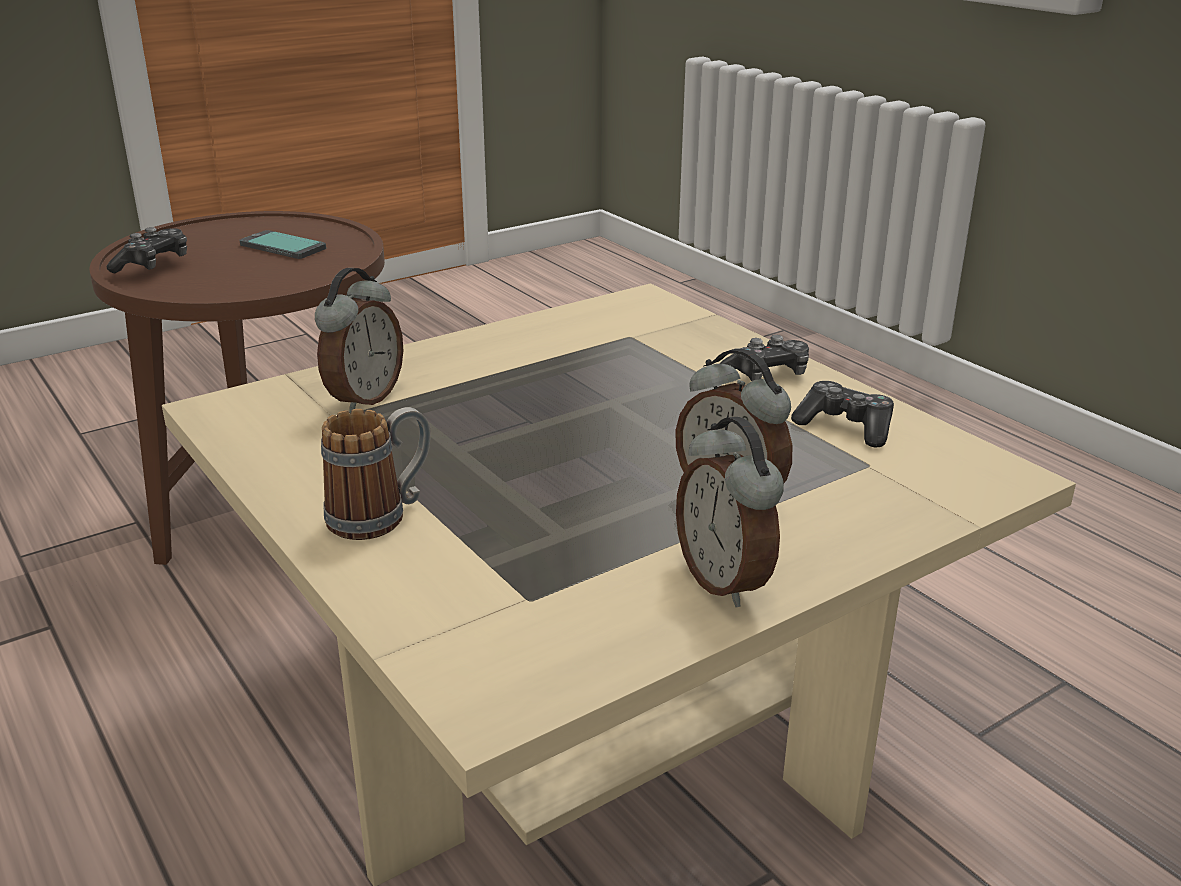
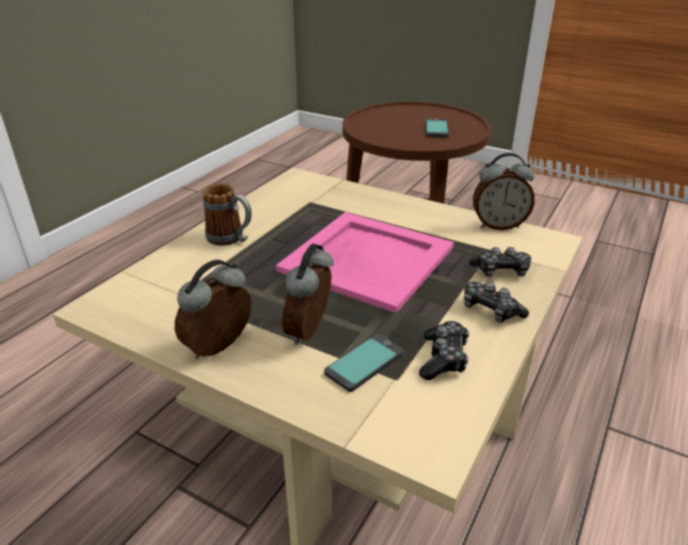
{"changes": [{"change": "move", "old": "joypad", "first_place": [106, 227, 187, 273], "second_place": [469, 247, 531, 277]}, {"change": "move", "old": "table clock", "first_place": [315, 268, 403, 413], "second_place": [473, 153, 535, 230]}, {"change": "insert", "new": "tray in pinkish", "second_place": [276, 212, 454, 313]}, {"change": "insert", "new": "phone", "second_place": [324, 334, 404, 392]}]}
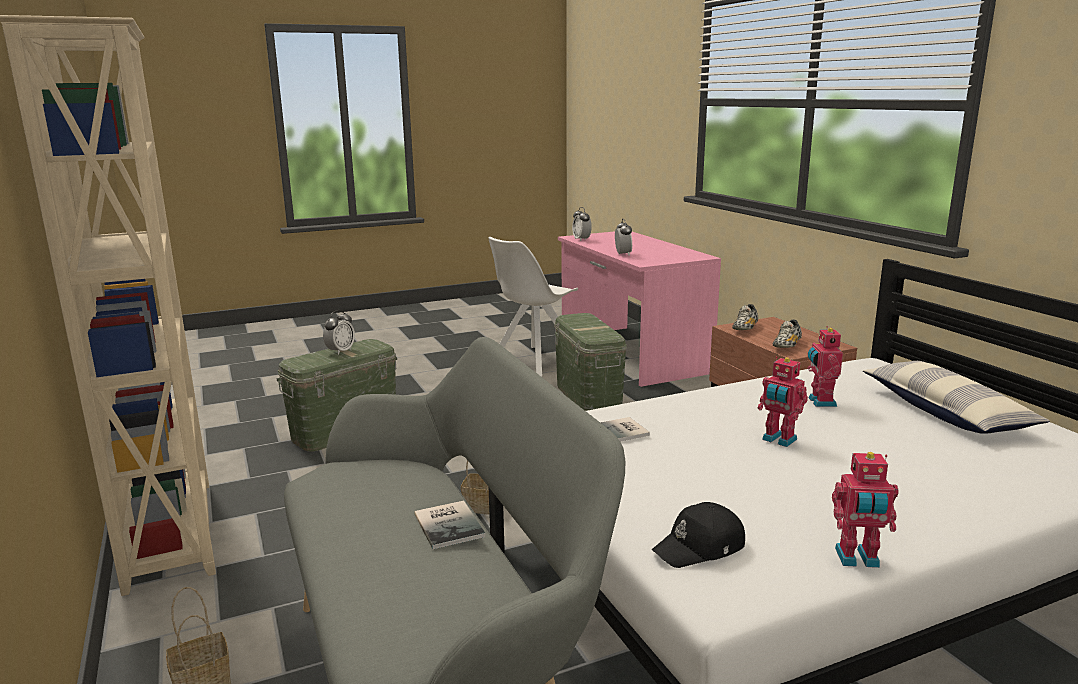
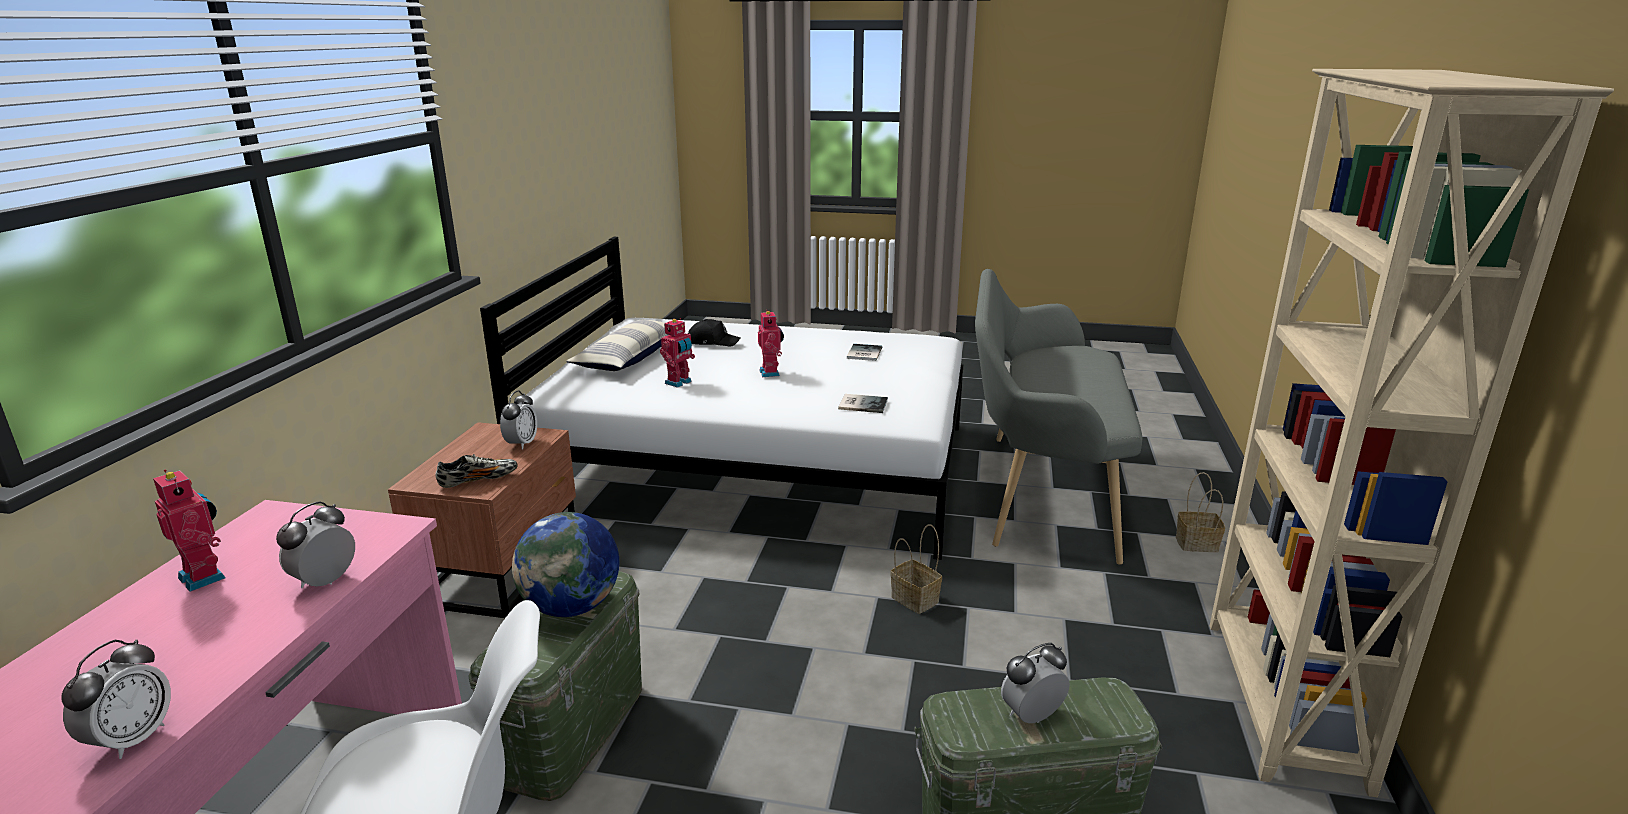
{"changes": [{"change": "replace", "old": "shoe", "new": "table clock", "first_place": [773, 320, 802, 348], "second_place": [500, 391, 537, 449]}, {"change": "move", "old": "model robot", "first_place": [832, 452, 898, 568], "second_place": [153, 469, 226, 592]}, {"change": "move", "old": "volume", "first_place": [414, 501, 485, 549], "second_place": [847, 344, 882, 361]}, {"change": "move", "old": "cap in black", "first_place": [652, 502, 745, 568], "second_place": [688, 319, 740, 347]}, {"change": "insert", "new": "desk globe", "second_place": [512, 512, 619, 617]}]}
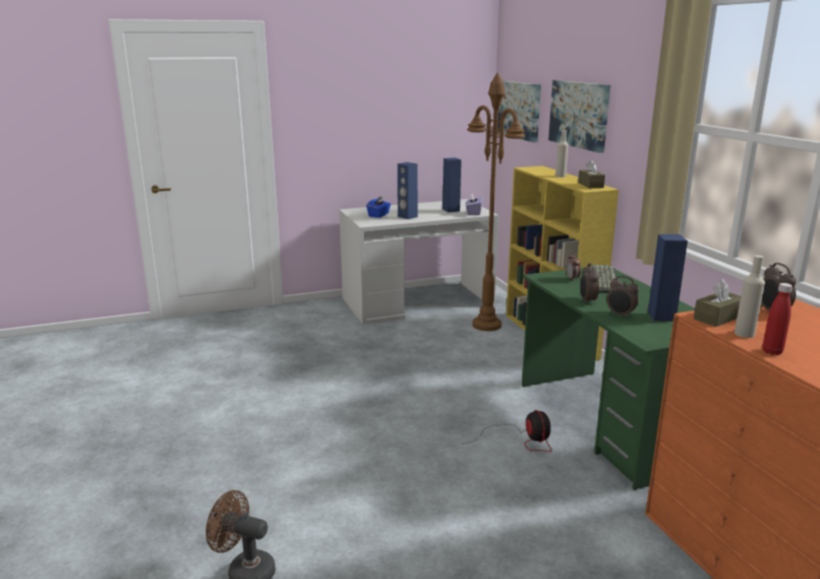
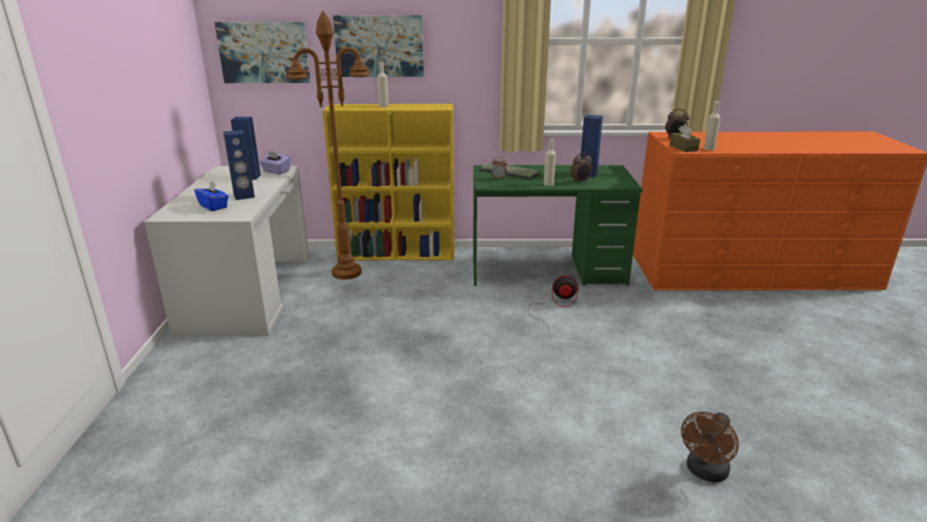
{"changes": [{"change": "delete", "old": "tissue box in brownish", "first_place": [578, 160, 605, 188]}, {"change": "replace", "old": "table clock", "new": "bottle in sand-coloured", "first_place": [580, 263, 599, 304], "second_place": [544, 139, 556, 186]}, {"change": "delete", "old": "bottle in red-coloured", "first_place": [763, 283, 792, 355]}]}
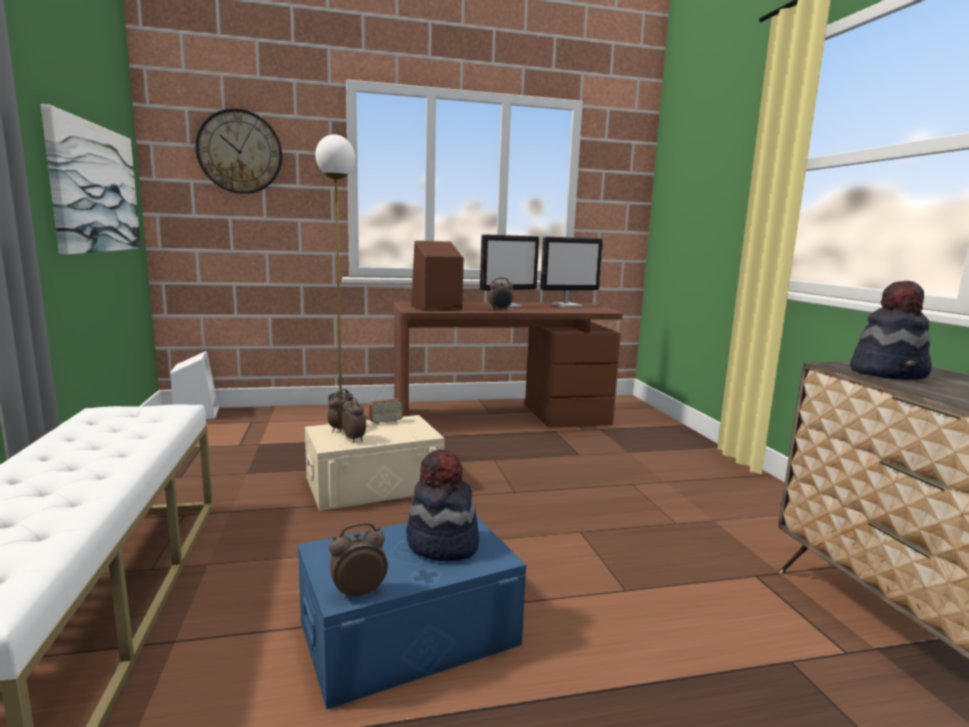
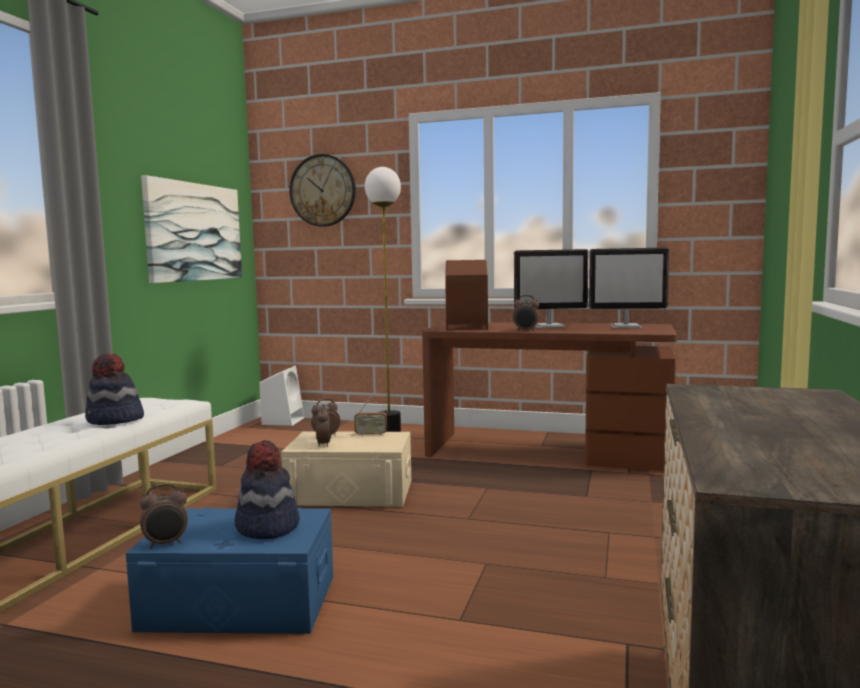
{"changes": [{"change": "move", "old": "clothing hat", "first_place": [850, 281, 932, 380], "second_place": [85, 354, 144, 425]}, {"change": "rotate", "old": "table clock", "first_place": [329, 522, 388, 600], "second_place": [140, 484, 188, 548], "degrees": 150}]}
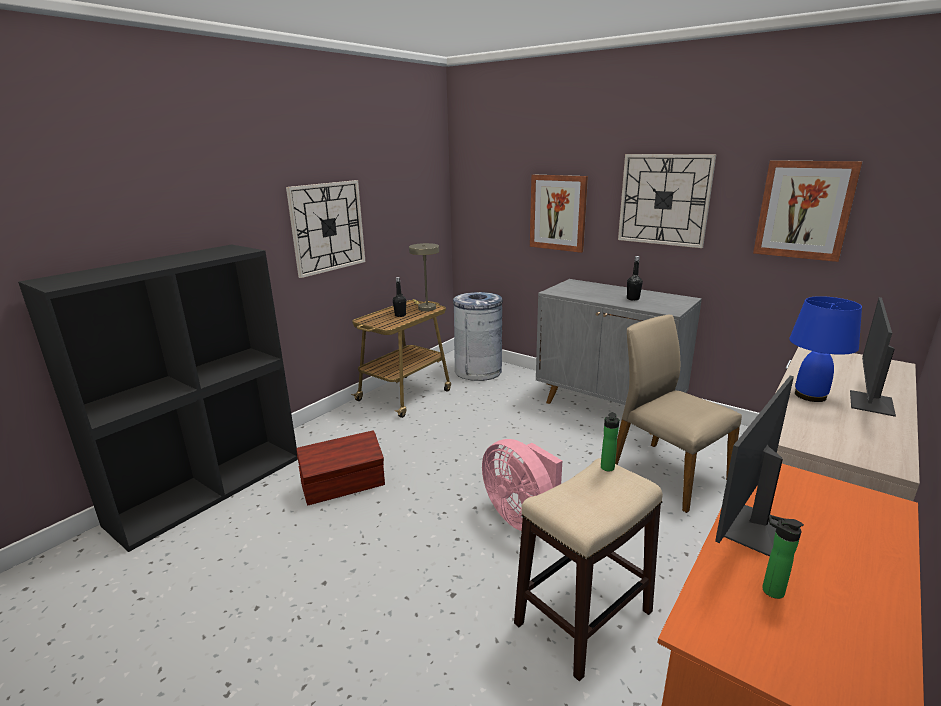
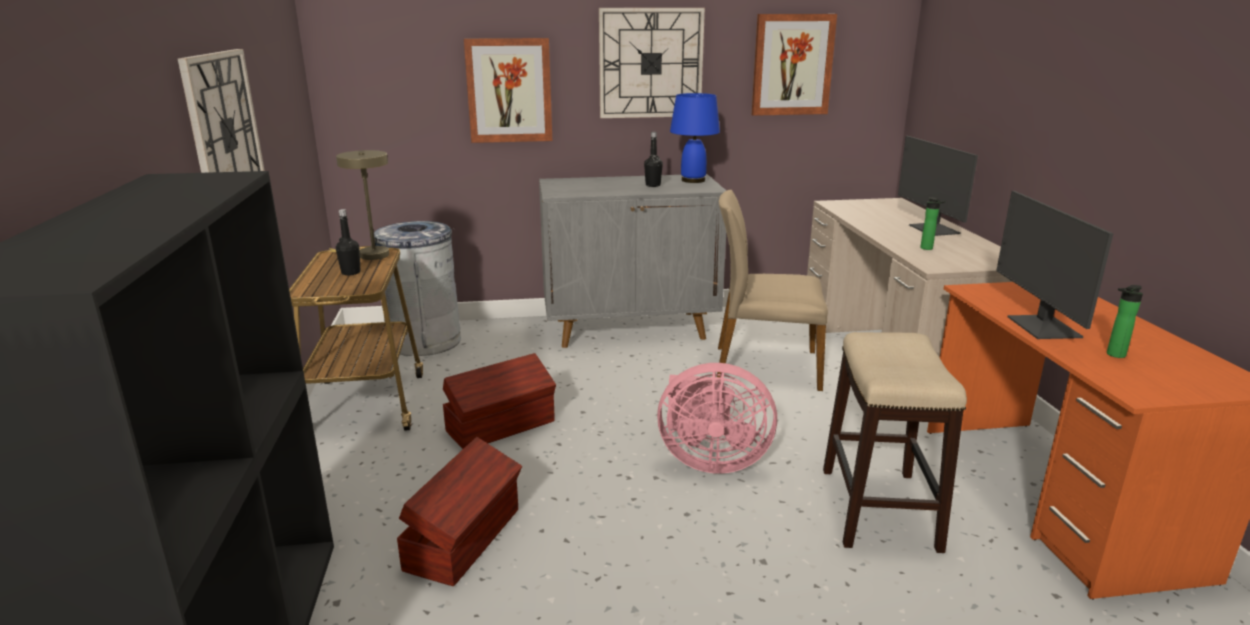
{"changes": [{"change": "move", "old": "table lamp in bluish", "first_place": [789, 296, 862, 402], "second_place": [670, 93, 720, 183]}, {"change": "move", "old": "bottle", "first_place": [601, 412, 619, 471], "second_place": [920, 197, 945, 250]}, {"change": "insert", "new": "storage box in brownish", "second_place": [443, 353, 556, 449]}]}
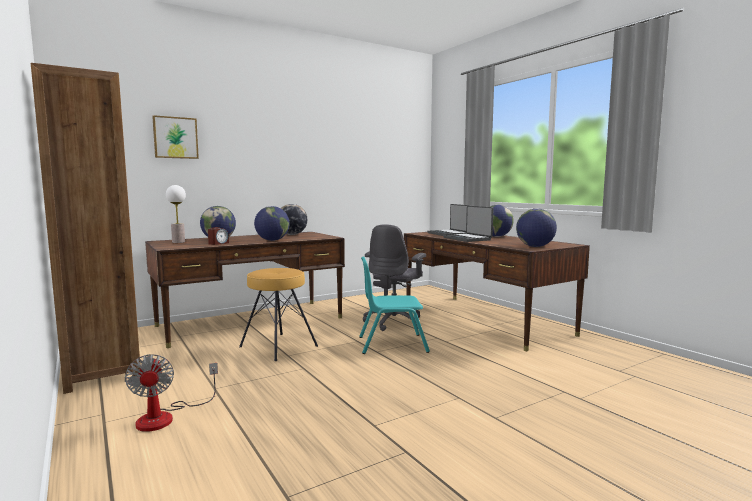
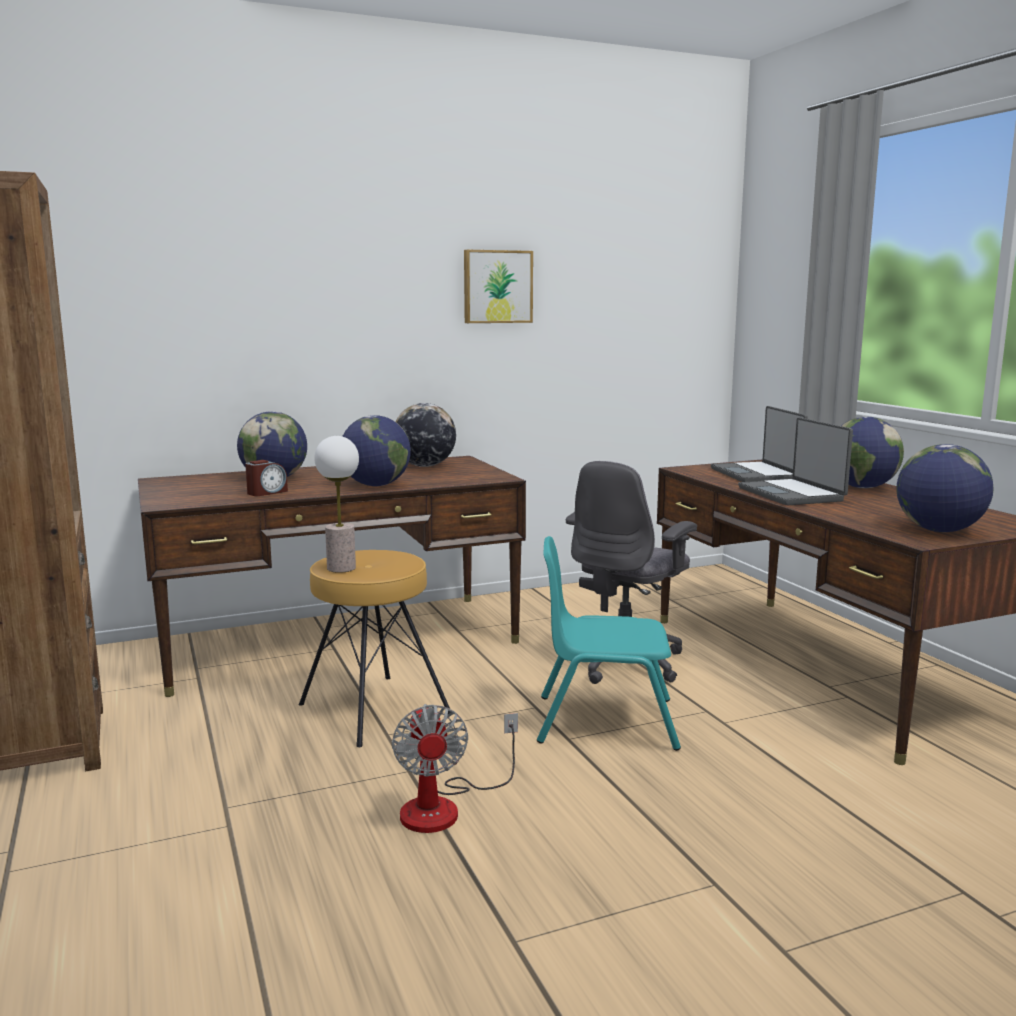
{"changes": [{"change": "move", "old": "picture", "first_place": [152, 115, 199, 159], "second_place": [464, 250, 533, 323]}, {"change": "move", "old": "table lamp", "first_place": [166, 185, 186, 243], "second_place": [314, 436, 359, 573]}, {"change": "move", "old": "electric fan", "first_place": [125, 354, 218, 432], "second_place": [392, 704, 518, 833]}]}
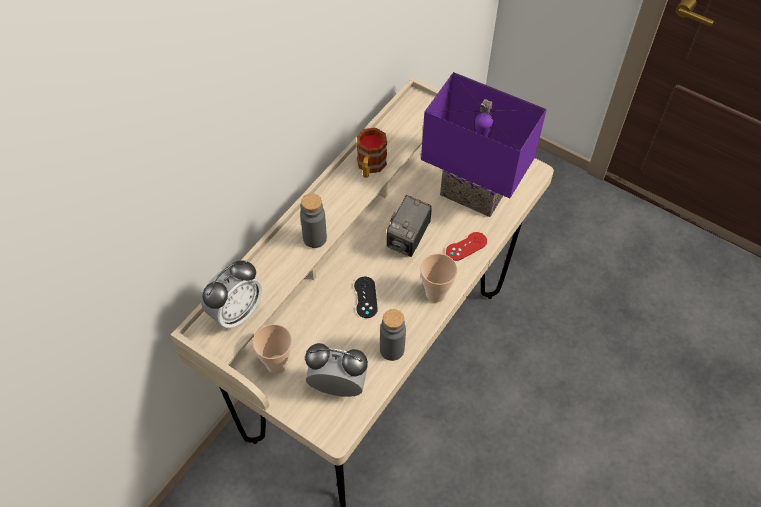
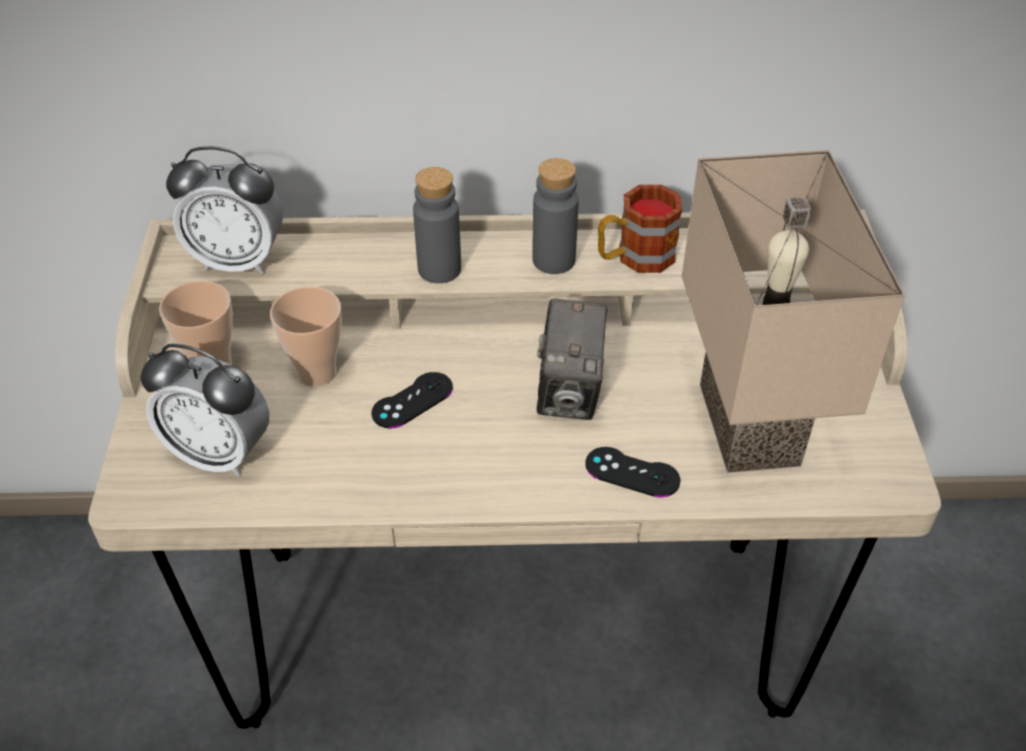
{"changes": [{"change": "recolor", "old": "table lamp in purple-coloured", "new": "table lamp in sand-coloured", "first_place": [421, 72, 547, 217], "second_place": [682, 150, 905, 473]}, {"change": "rotate", "old": "photo camera", "first_place": [387, 195, 432, 257], "second_place": [537, 299, 608, 420], "degrees": -75}, {"change": "recolor", "old": "joypad in red-coloured", "new": "joypad in black", "first_place": [446, 232, 487, 261], "second_place": [585, 447, 680, 498]}, {"change": "move", "old": "small cup", "first_place": [420, 254, 458, 302], "second_place": [270, 286, 342, 387]}, {"change": "move", "old": "bottle in greyish", "first_place": [380, 309, 406, 361], "second_place": [532, 158, 579, 274]}, {"change": "rotate", "old": "table clock", "first_place": [305, 343, 368, 397], "second_place": [141, 344, 269, 477], "degrees": 135}]}
